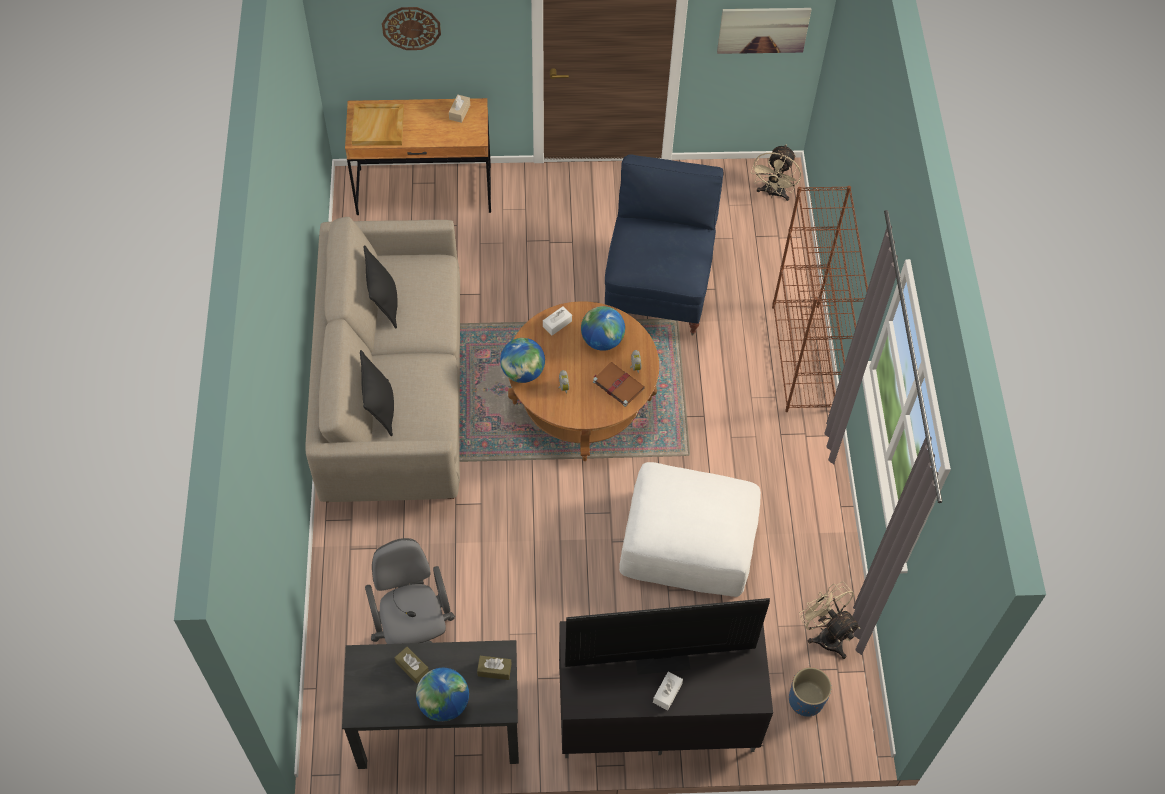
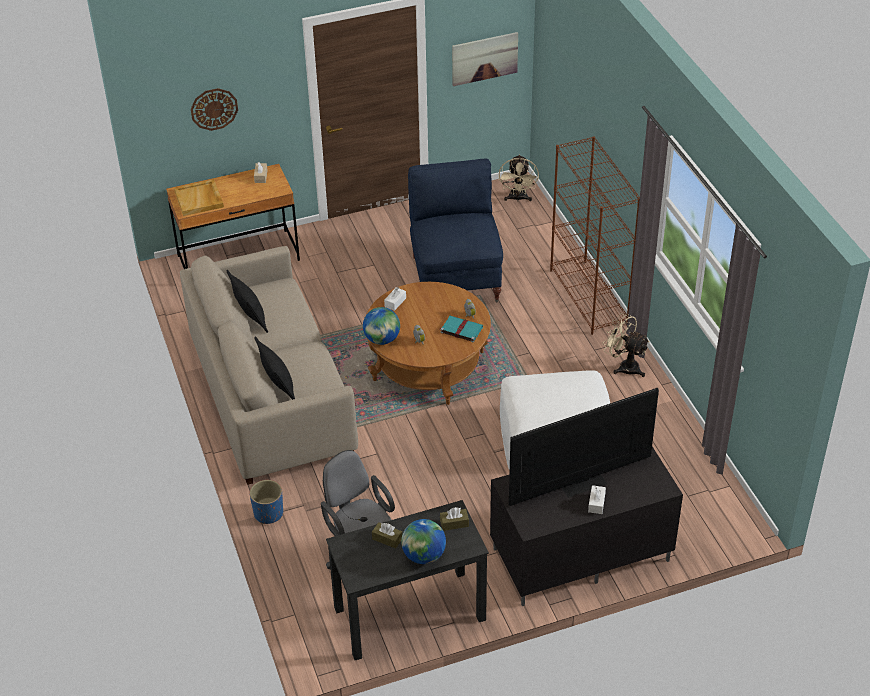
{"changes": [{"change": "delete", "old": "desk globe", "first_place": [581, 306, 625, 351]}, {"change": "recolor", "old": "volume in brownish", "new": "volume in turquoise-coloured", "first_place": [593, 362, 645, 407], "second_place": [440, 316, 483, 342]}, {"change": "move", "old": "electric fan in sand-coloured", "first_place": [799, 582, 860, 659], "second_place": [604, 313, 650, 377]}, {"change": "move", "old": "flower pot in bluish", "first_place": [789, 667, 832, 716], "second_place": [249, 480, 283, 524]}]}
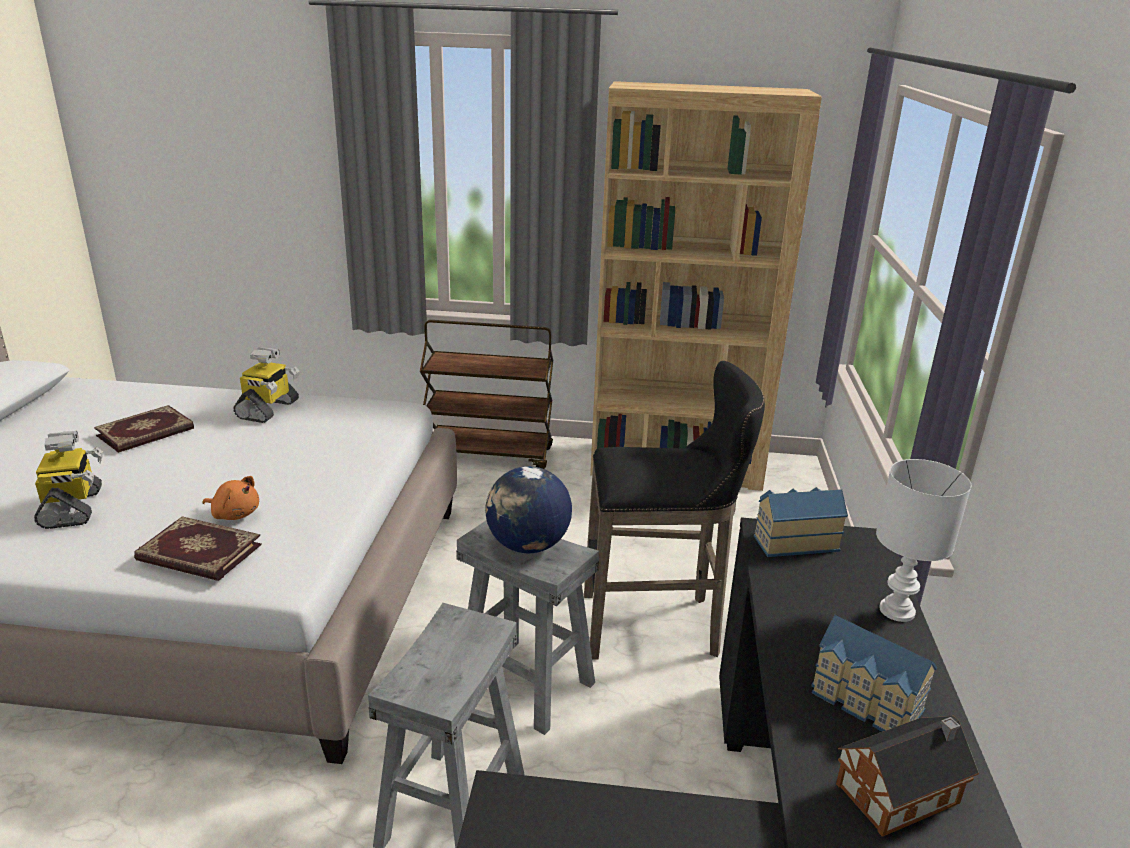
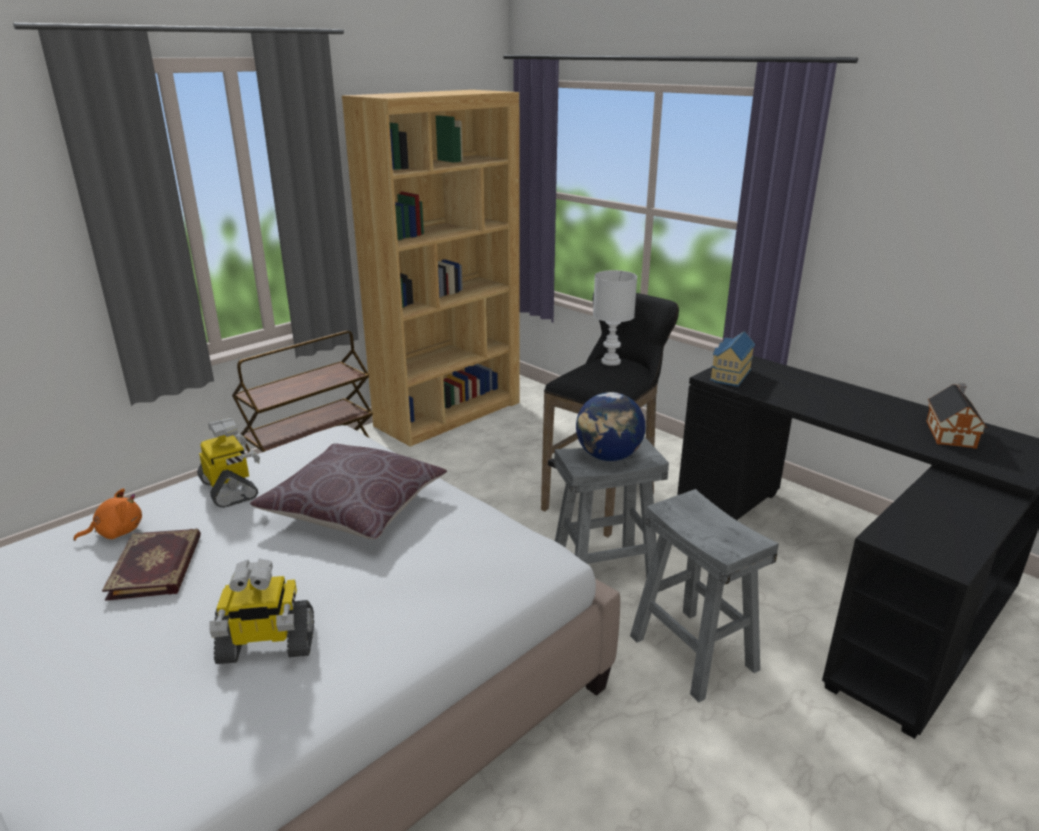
{"changes": [{"change": "rotate", "old": "model robot", "first_place": [34, 431, 103, 529], "second_place": [209, 559, 314, 664], "degrees": 150}, {"change": "move", "old": "table lamp in white-coloured", "first_place": [876, 459, 971, 622], "second_place": [593, 270, 637, 366]}, {"change": "move", "old": "cuddly toy in orange-coloured", "first_place": [203, 476, 259, 520], "second_place": [73, 488, 142, 541]}, {"change": "delete", "old": "volume", "first_place": [134, 516, 262, 581]}, {"change": "delete", "old": "toy house", "first_place": [811, 615, 937, 732]}, {"change": "insert", "new": "cushion in brownish", "second_place": [250, 443, 447, 539]}]}
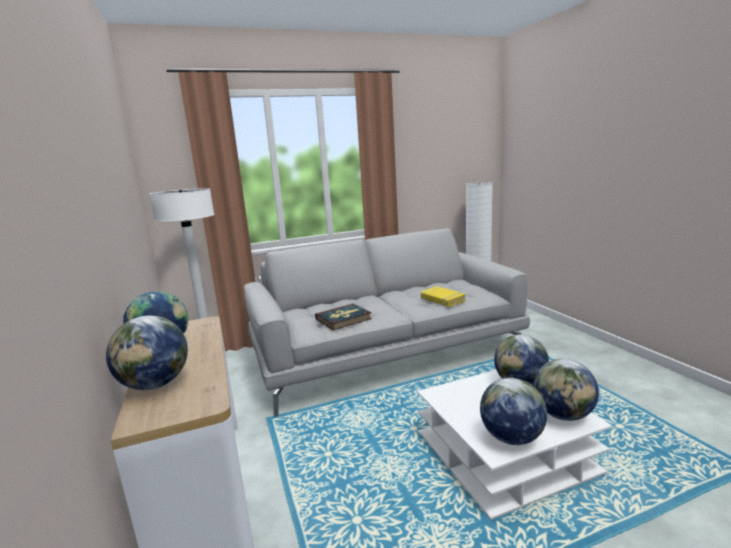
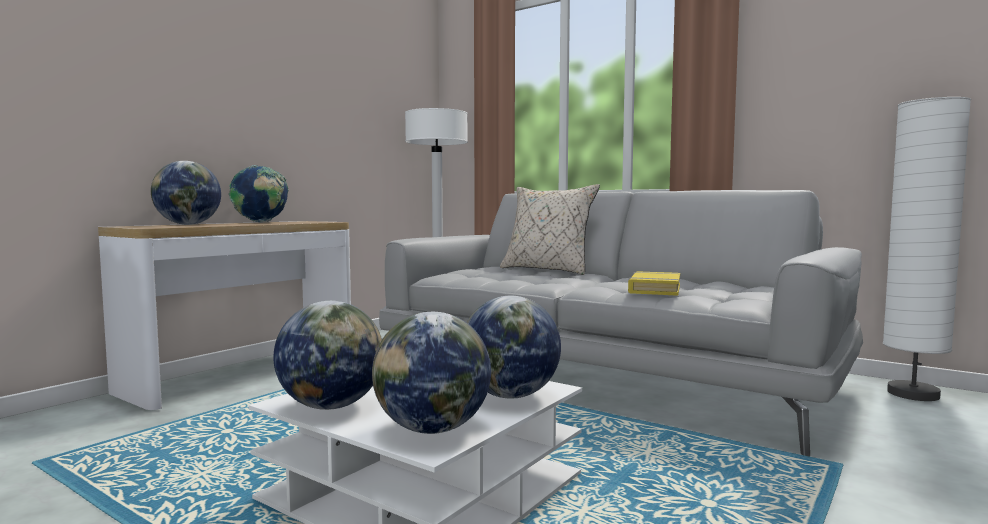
{"changes": [{"change": "delete", "old": "volume", "first_place": [315, 304, 372, 330]}, {"change": "insert", "new": "cushion in sand-coloured", "second_place": [500, 184, 600, 275]}]}
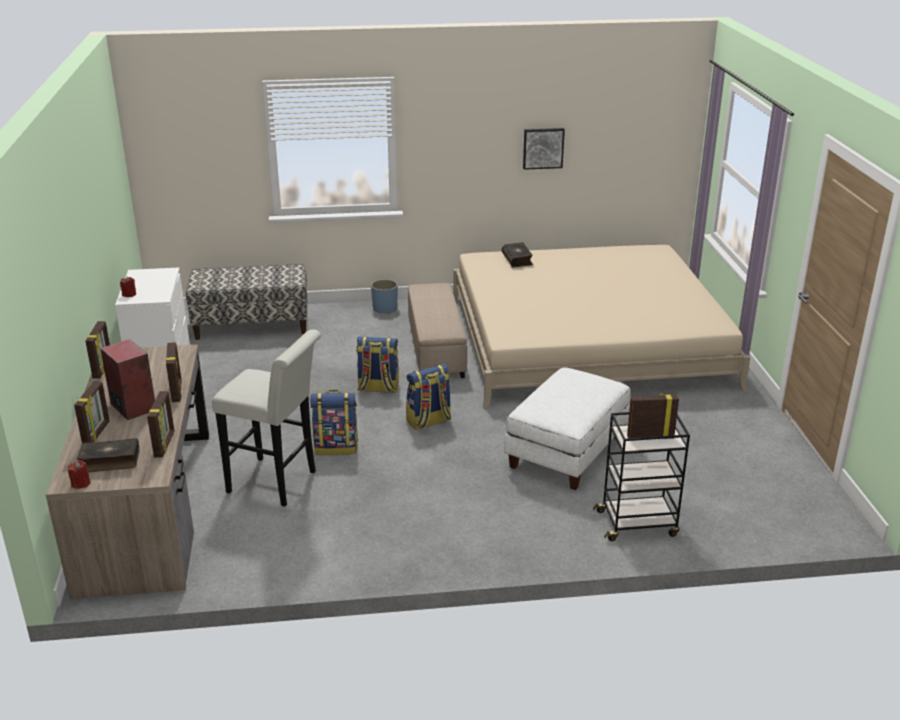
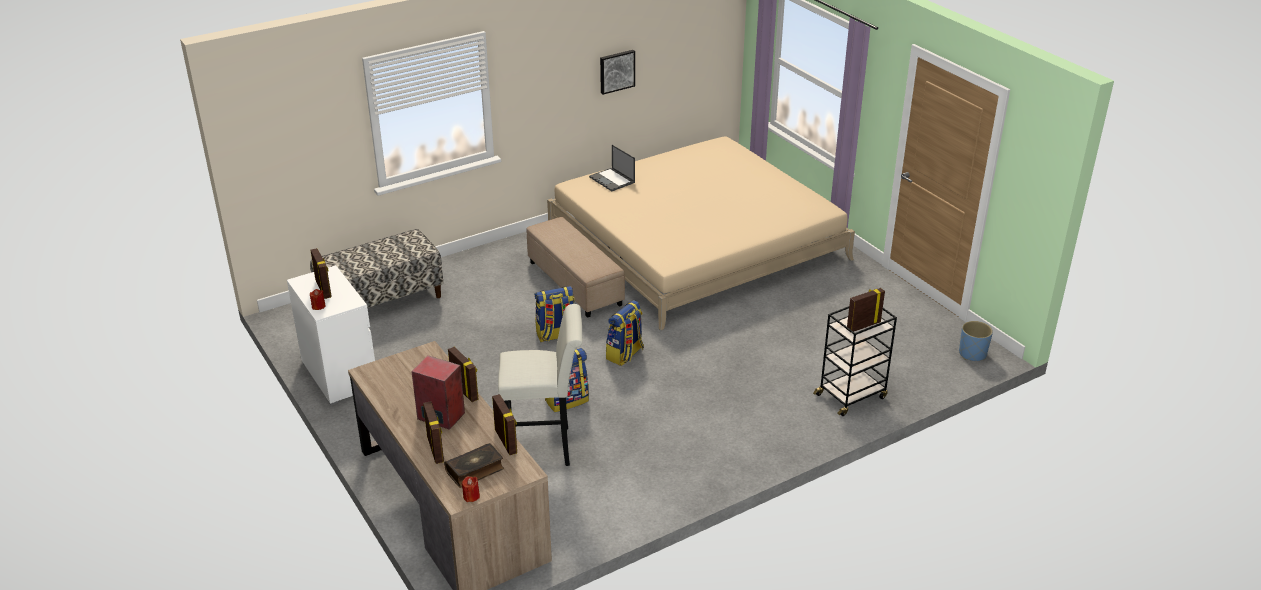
{"changes": [{"change": "replace", "old": "volume", "new": "laptop", "first_place": [502, 242, 533, 267], "second_place": [589, 145, 635, 191]}, {"change": "move", "old": "flower pot in bluish", "first_place": [371, 279, 398, 314], "second_place": [959, 321, 993, 361]}, {"change": "move", "old": "standing frame", "first_place": [86, 321, 110, 379], "second_place": [310, 248, 331, 299]}, {"change": "delete", "old": "footrest in white-coloured", "first_place": [504, 367, 630, 490]}]}
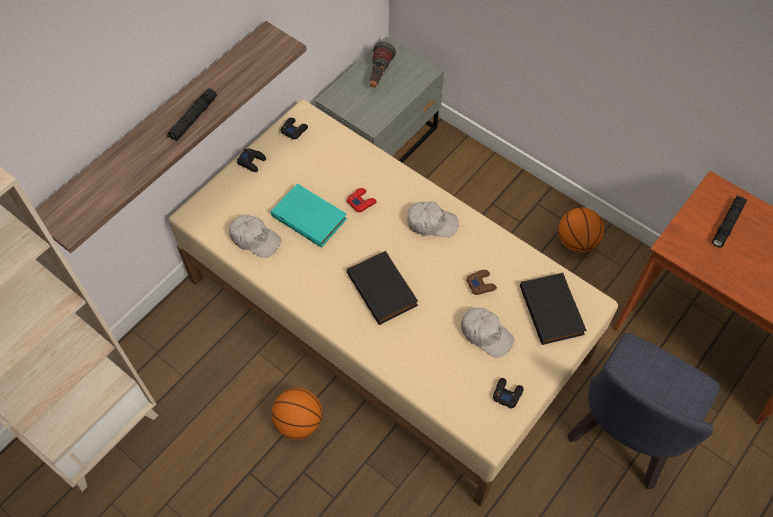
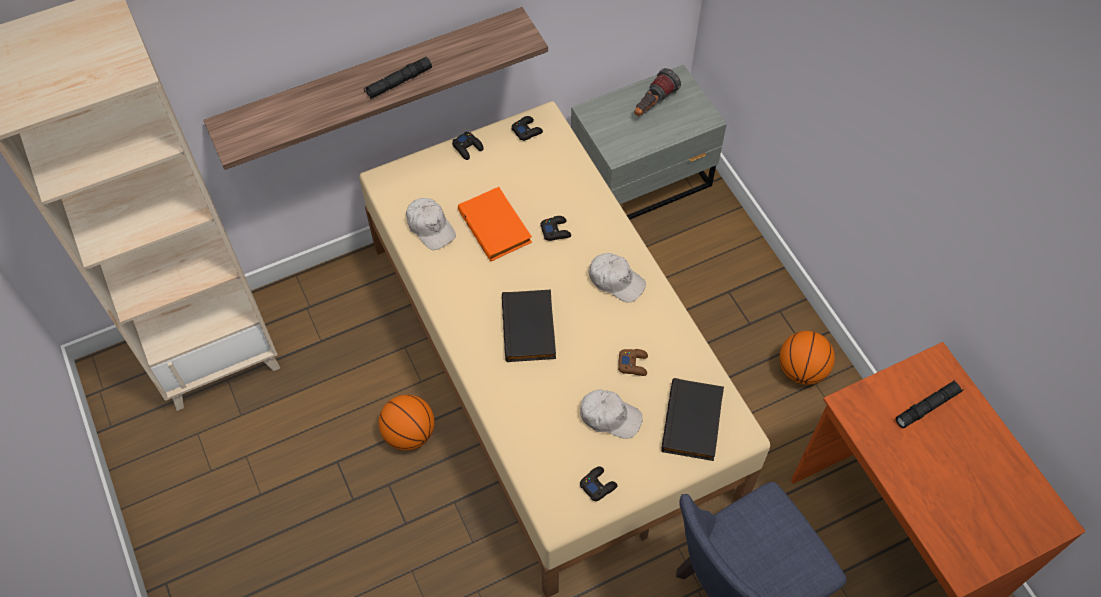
{"changes": [{"change": "recolor", "old": "volume in turquoise-coloured", "new": "volume in orange-coloured", "first_place": [271, 183, 347, 248], "second_place": [458, 187, 532, 262]}, {"change": "recolor", "old": "joypad in red-coloured", "new": "joypad in black", "first_place": [347, 188, 377, 212], "second_place": [540, 216, 571, 241]}, {"change": "rotate", "old": "cap in white-coloured", "first_place": [461, 308, 514, 358], "second_place": [580, 390, 643, 439], "degrees": -45}]}
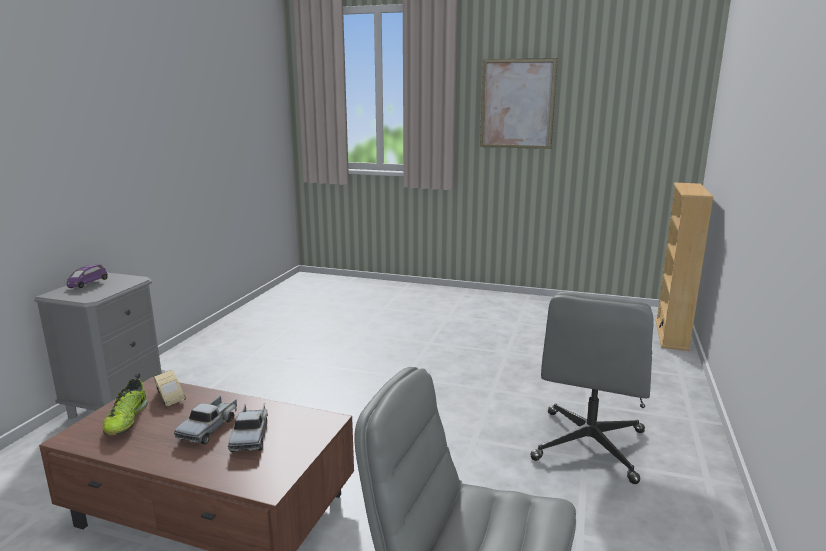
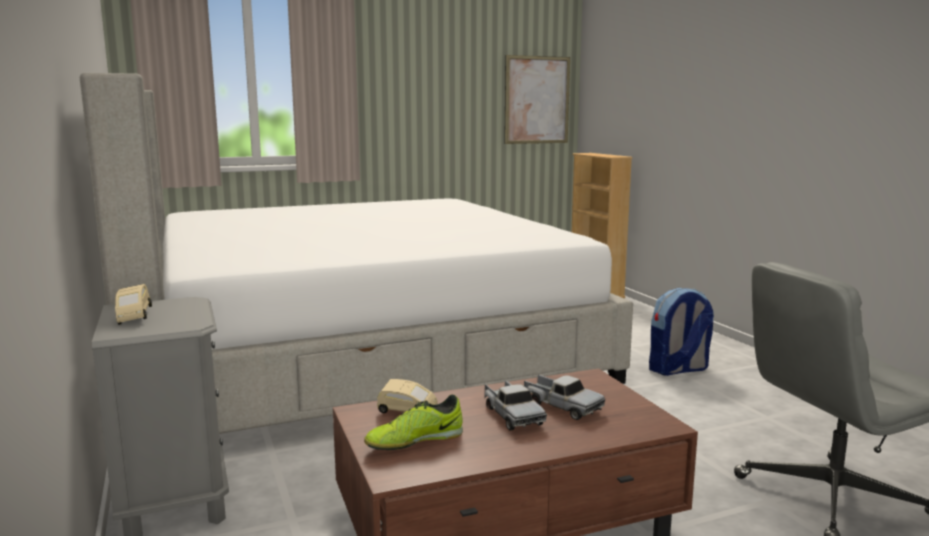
{"changes": [{"change": "move", "old": "picture", "first_place": [480, 58, 558, 149], "second_place": [504, 55, 570, 144]}, {"change": "recolor", "old": "model car in purple-coloured", "new": "model car in sand-coloured", "first_place": [67, 265, 108, 288], "second_place": [115, 284, 152, 325]}, {"change": "replace", "old": "office chair in greyish", "new": "knapsack", "first_place": [530, 292, 654, 484], "second_place": [649, 288, 714, 376]}, {"change": "rotate", "old": "shoe", "first_place": [102, 379, 148, 435], "second_place": [364, 395, 463, 450], "degrees": 105}, {"change": "insert", "new": "bed", "second_place": [80, 73, 633, 434]}]}
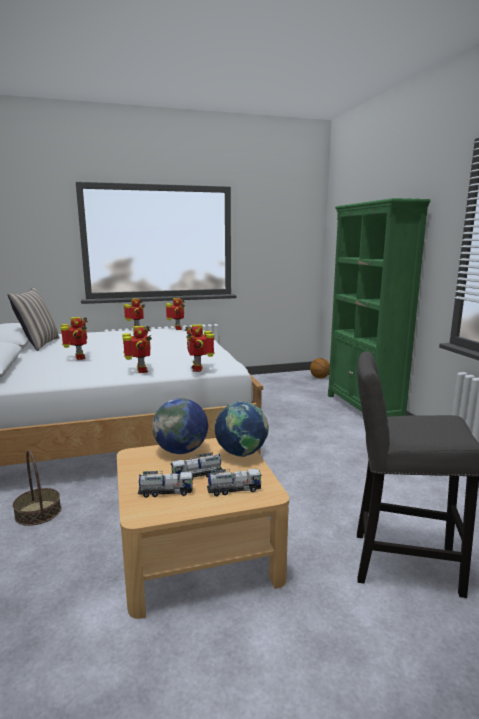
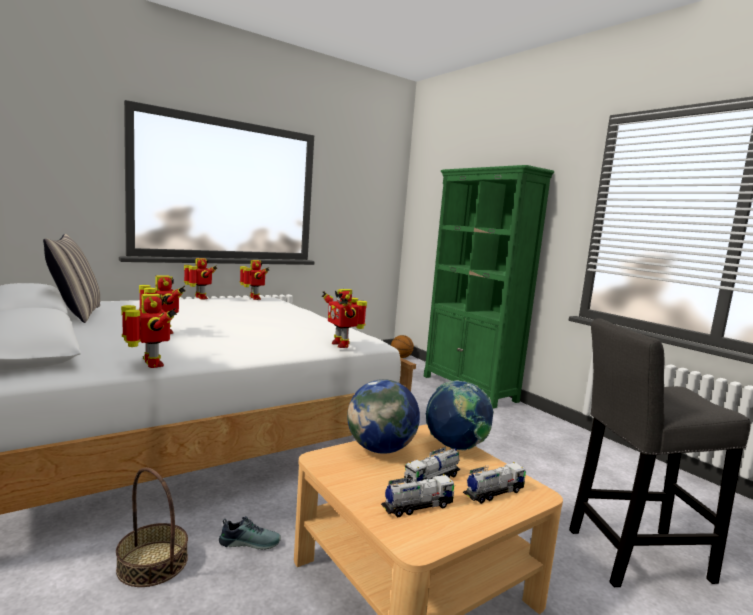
{"changes": [{"change": "move", "old": "model robot", "first_place": [122, 326, 152, 373], "second_place": [121, 294, 177, 368]}, {"change": "insert", "new": "shoe", "second_place": [219, 516, 281, 550]}]}
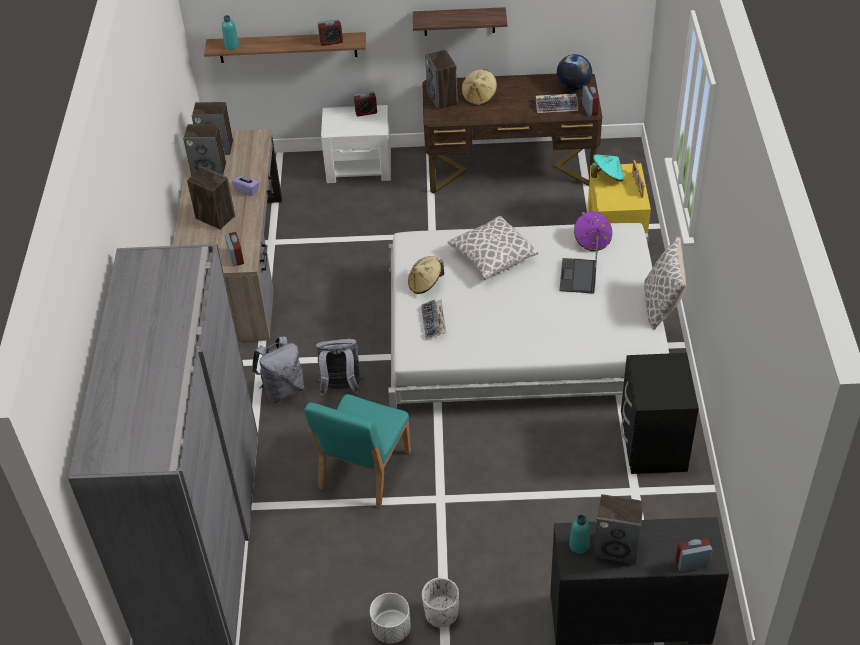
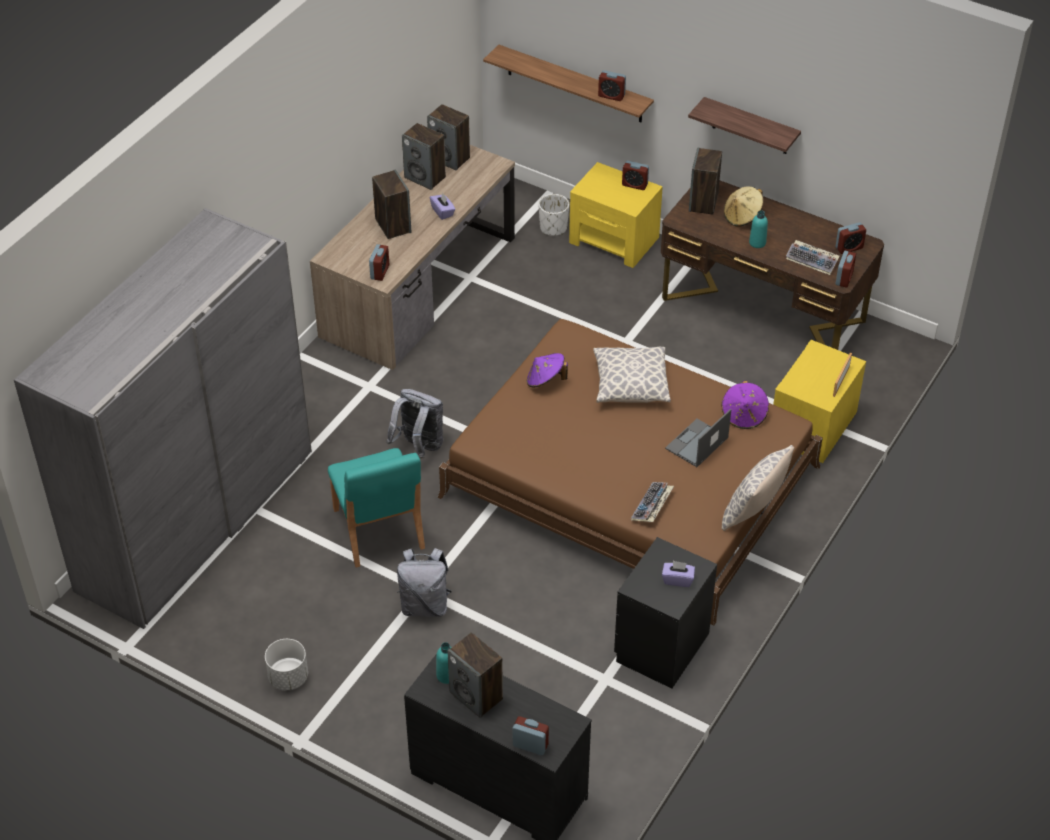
{"changes": [{"change": "move", "old": "bottle in turquoise-coloured", "first_place": [222, 15, 239, 50], "second_place": [749, 210, 768, 248]}, {"change": "replace", "old": "desk globe", "new": "table clock", "first_place": [557, 54, 592, 90], "second_place": [836, 222, 866, 254]}, {"change": "recolor", "old": "nightstand in white-coloured", "new": "nightstand in yellow", "first_place": [321, 105, 391, 183], "second_place": [569, 162, 663, 268]}, {"change": "delete", "old": "clothing hat in turquoise-coloured", "first_place": [591, 154, 625, 181]}, {"change": "recolor", "old": "bed in white-coloured", "new": "bed in brownish", "first_place": [388, 223, 669, 409], "second_place": [437, 319, 823, 626]}, {"change": "recolor", "old": "clothing hat in sand-coloured", "new": "clothing hat in purple-coloured", "first_place": [408, 256, 444, 294], "second_place": [527, 353, 568, 388]}, {"change": "move", "old": "keyboard", "first_place": [421, 299, 446, 340], "second_place": [631, 482, 674, 522]}, {"change": "move", "old": "knapsack in greyish", "first_place": [252, 336, 305, 403], "second_place": [397, 548, 452, 617]}, {"change": "rotate", "old": "upright chair in turquoise-coloured", "first_place": [304, 394, 411, 508], "second_place": [328, 448, 425, 567], "degrees": -75}, {"change": "move", "old": "flower pot in white-coloured", "first_place": [422, 578, 459, 628], "second_place": [538, 194, 569, 236]}, {"change": "insert", "new": "tissue box in purple-coloured", "second_place": [662, 561, 695, 587]}]}
